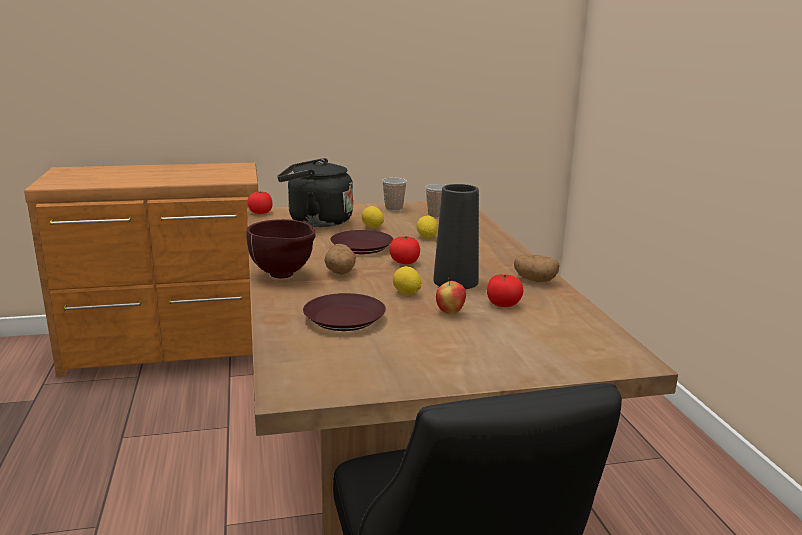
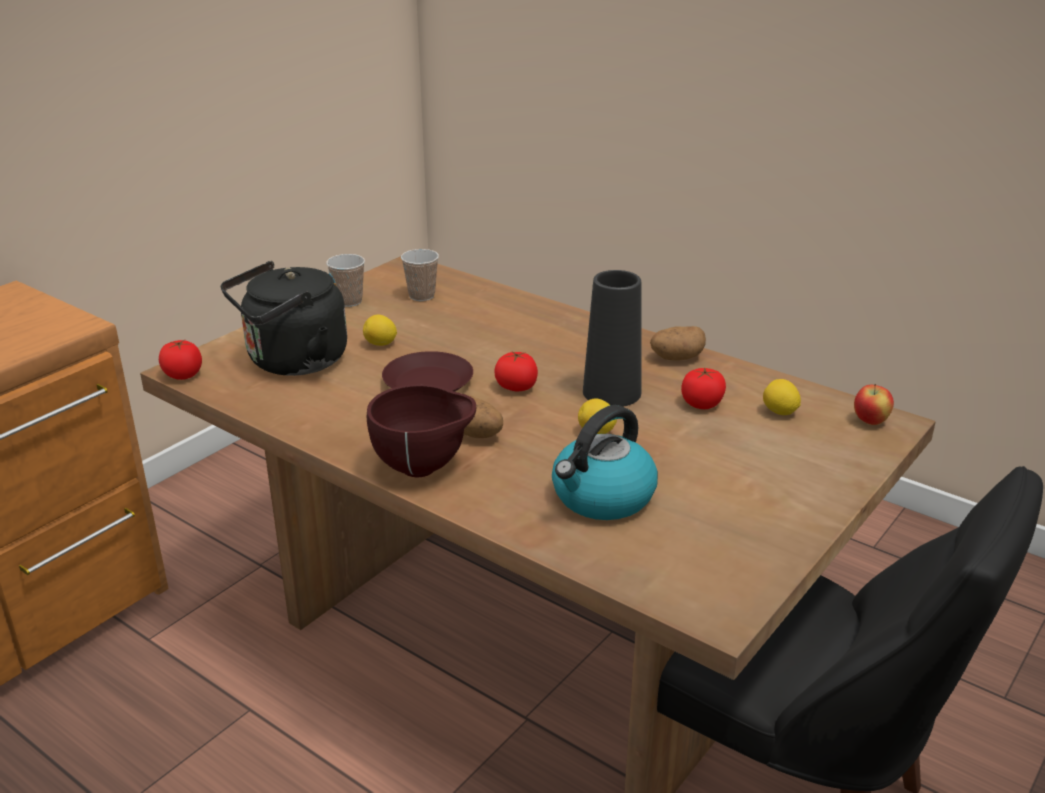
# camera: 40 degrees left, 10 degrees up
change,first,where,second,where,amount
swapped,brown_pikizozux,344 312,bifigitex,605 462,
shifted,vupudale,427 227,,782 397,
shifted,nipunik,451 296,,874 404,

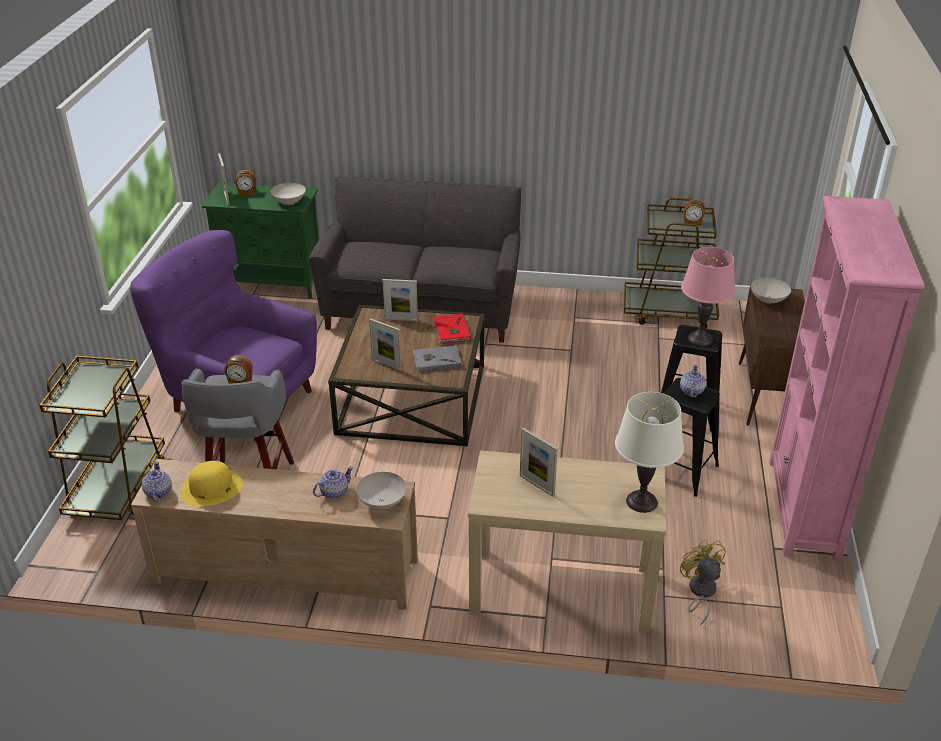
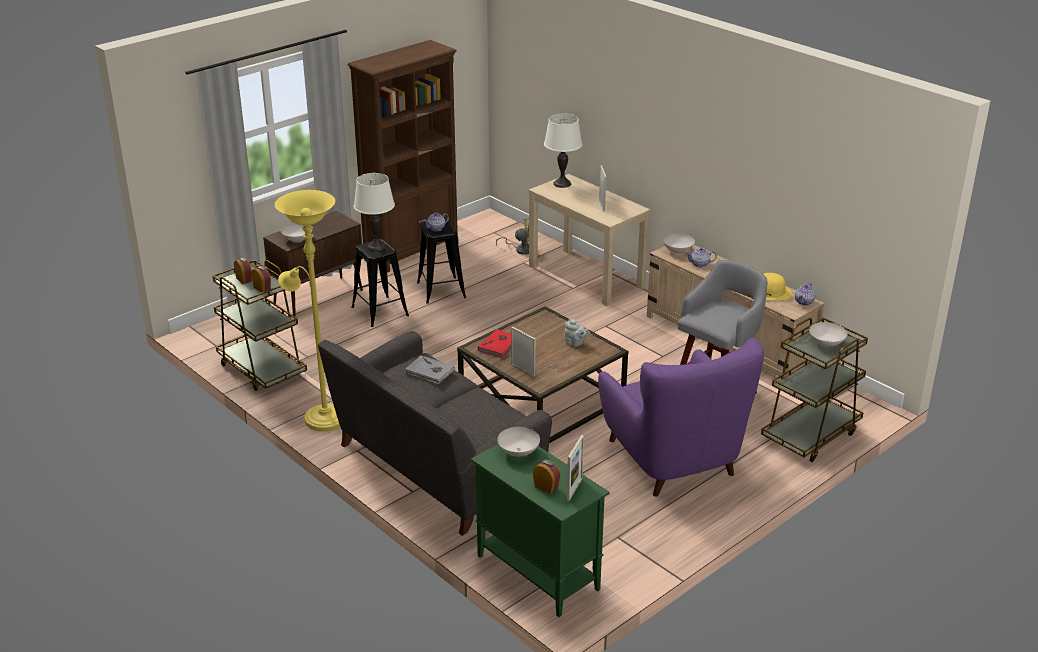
# camera: 140 degrees left, 5 degrees down
change,first,where,second,where,amount
shifted,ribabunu,238 369,,261 279,
new,,,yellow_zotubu,307 310,
repainted,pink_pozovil,846 379,brown_pozovil,403 156,
repainted,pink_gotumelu,708 296,white_gotumelu,374 212,
shifted,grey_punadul,437 358,,430 370,
rotated,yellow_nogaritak,703 582,,512 236,120 degrees counterclockwise
swapped,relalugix,385 344,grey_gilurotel,577 333,
new,,,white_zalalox,828 334,

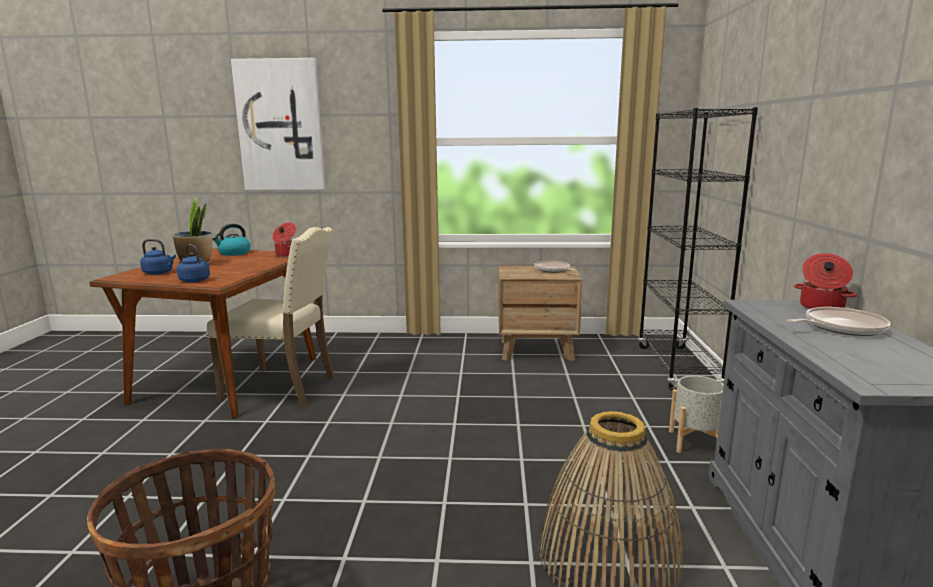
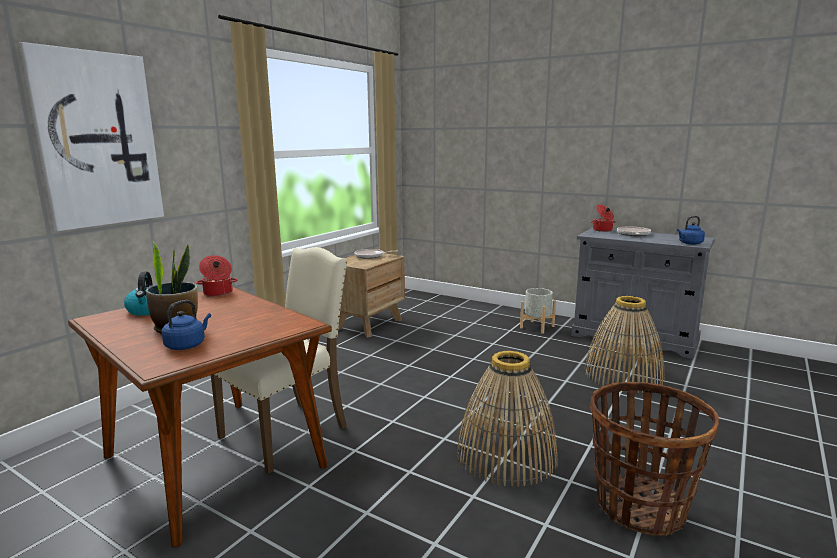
# camera: 60 degrees left, 0 degrees up
change,first,where,second,where,amount
new,,,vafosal,507 419,
shifted,blue_bifigitex,193 263,,691 230,
gone,black_pozovil,698 249,,,

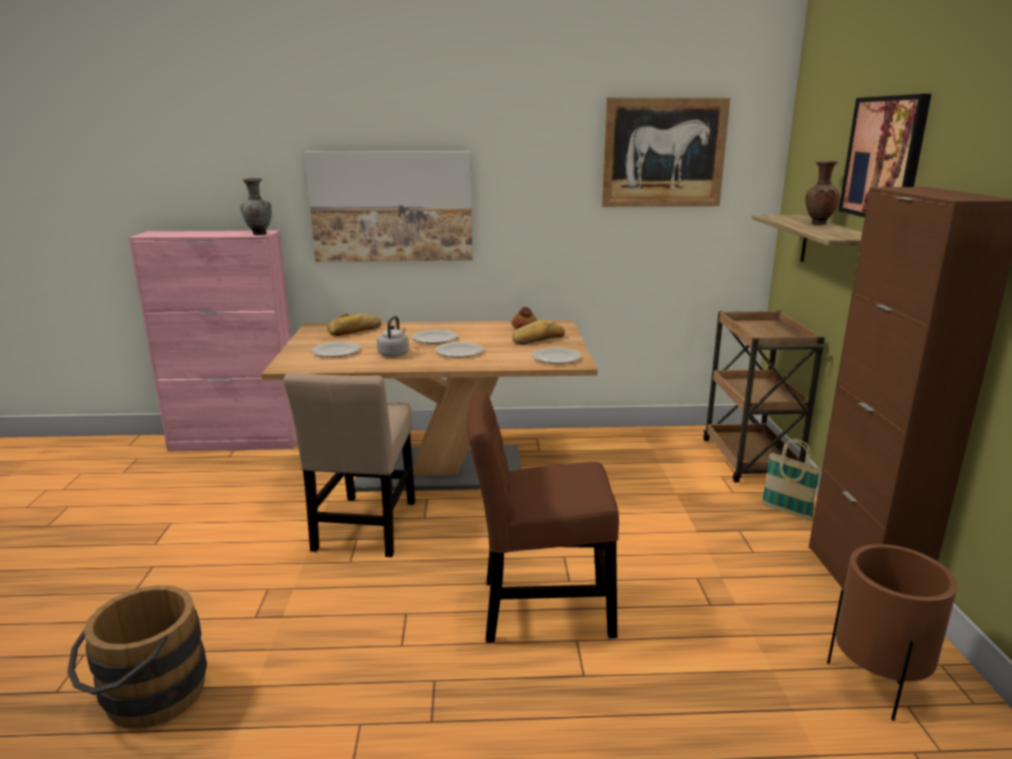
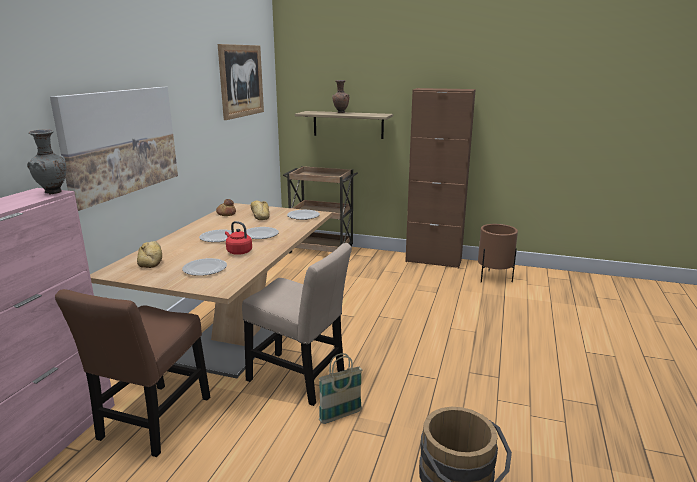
# camera: 70 degrees left, 0 degrees up
change,first,where,second,where,amount
shifted,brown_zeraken,542 516,,132 373,
repainted,grey_bifigitex,393 336,red_bifigitex,238 238,
shifted,vafosal,791 479,,340 388,
gone,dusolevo,885 156,,,

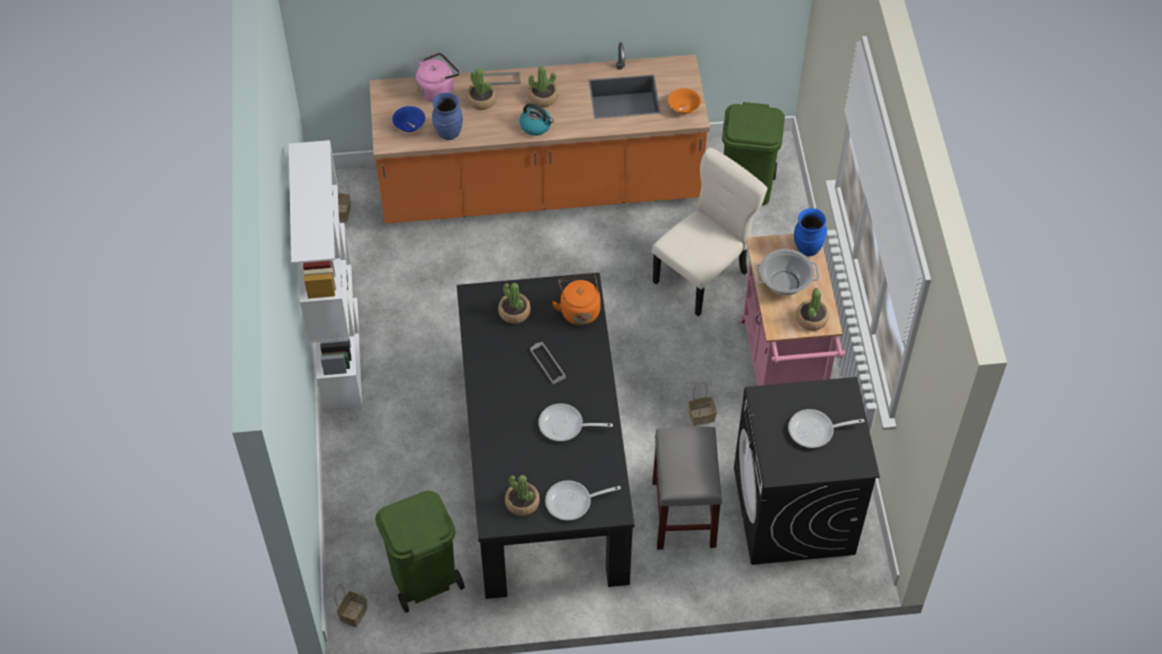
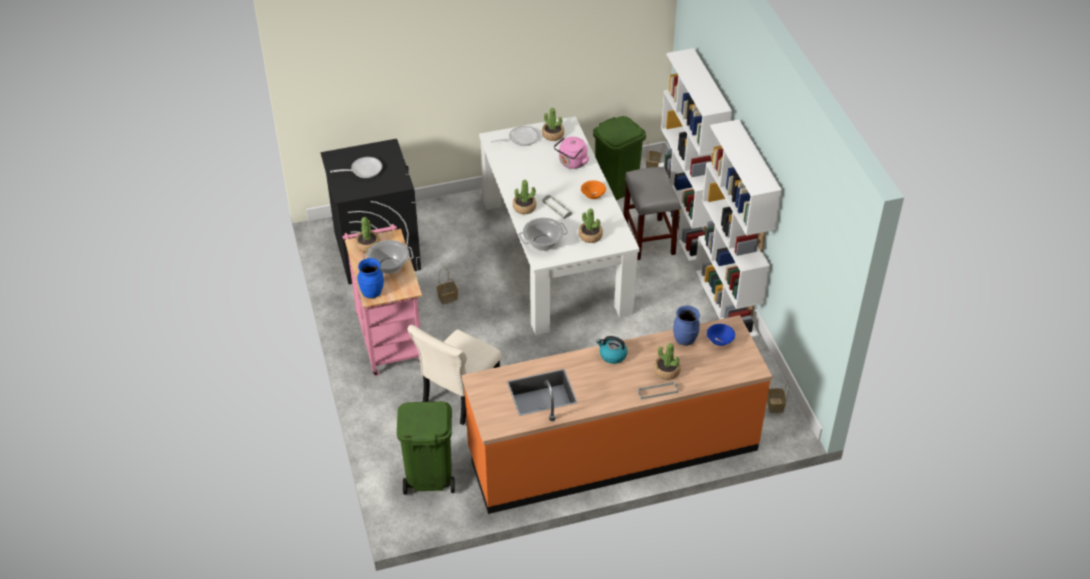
# camera: 170 degrees right, 10 degrees down
change,first,where,second,where,amount
repainted,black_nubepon,546 436,white_nubepon,559 225,
shifted,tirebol,543 86,,524 197,
swapped,orange_bifigitex,576 299,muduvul,543 234,
shifted,pink_bifigitex,438 77,,571 153,
shifted,orange_zalalox,684 101,,593 189,
shifted,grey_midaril,687 488,,651 213,
new,,,white_pozovil,695 155,
gone,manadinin,575 422,,,

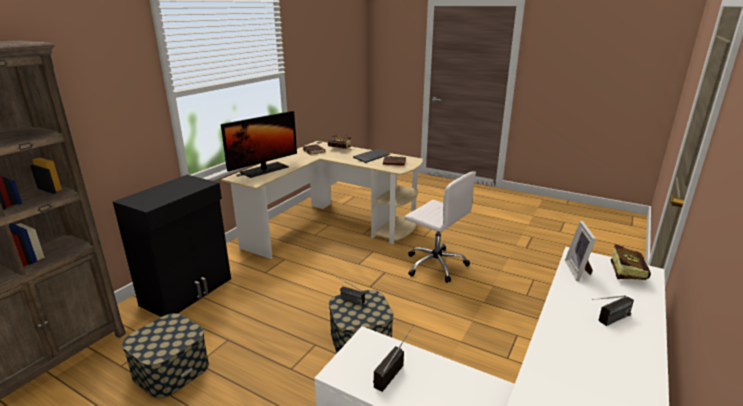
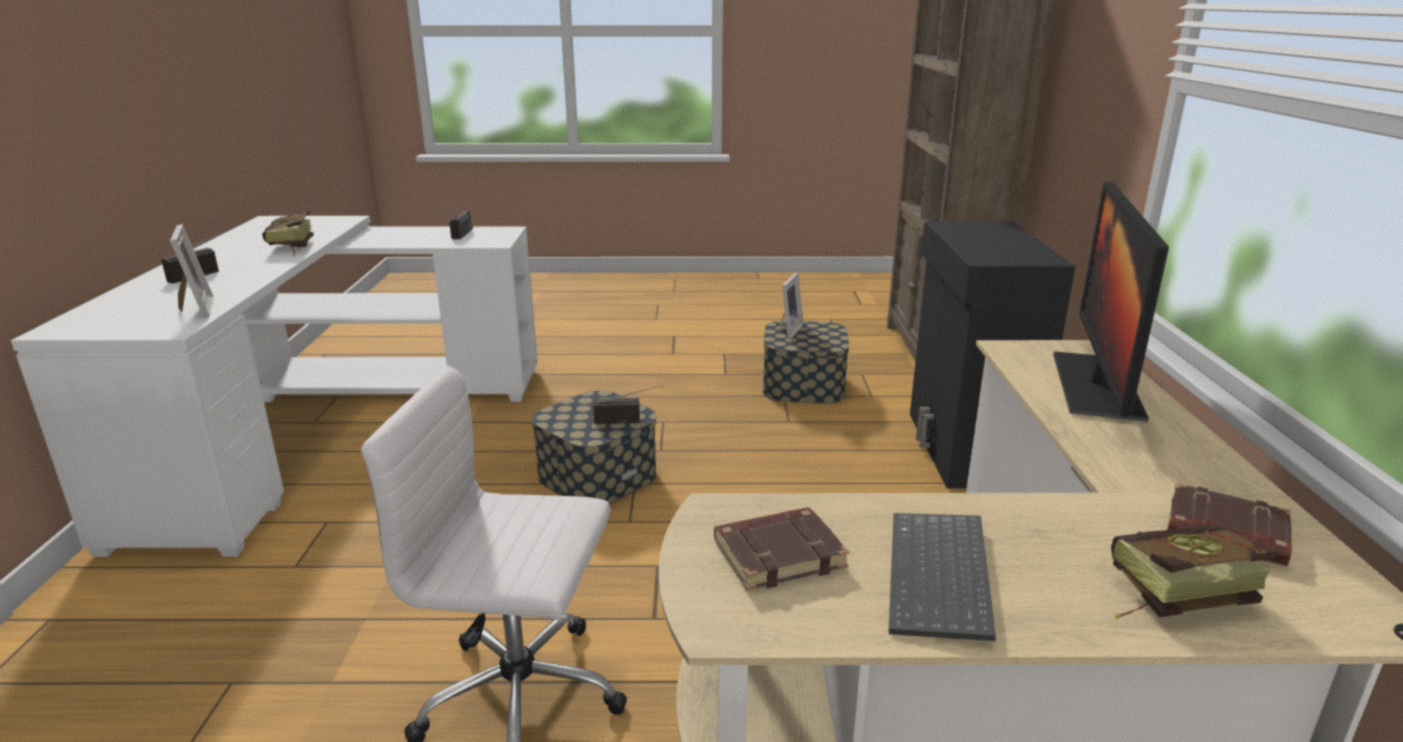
# camera: 150 degrees right, 0 degrees up
change,first,where,second,where,amount
shifted,punadul,631 262,,288 232,
new,,,relalugix,791 306,

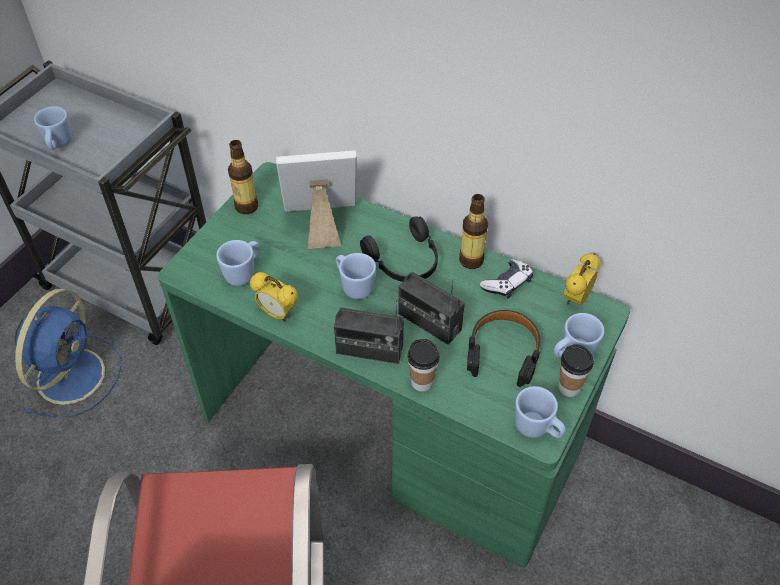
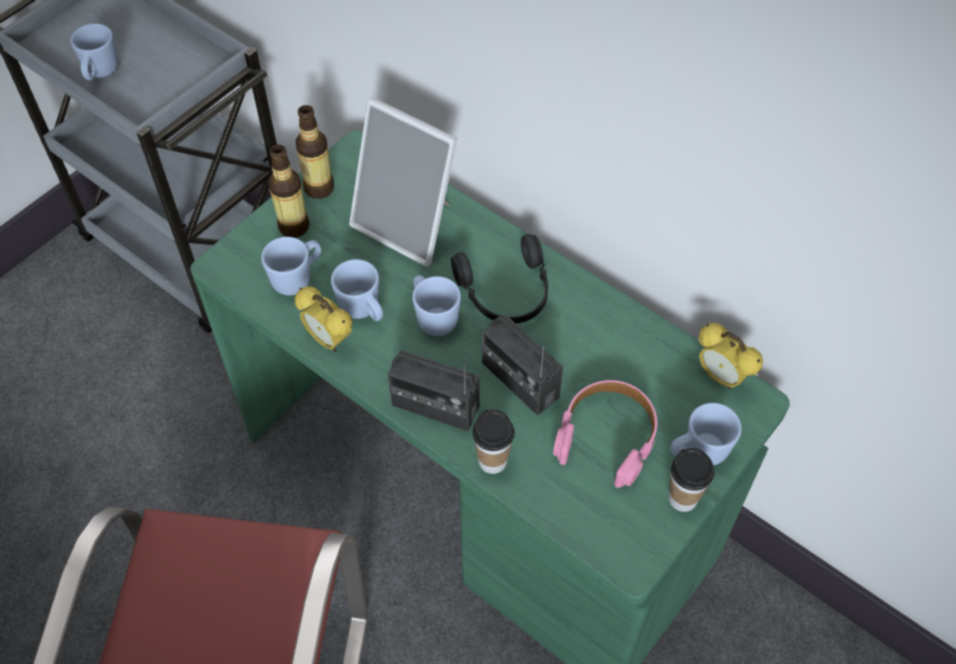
# camera: 10 degrees right, 5 degrees up
change,first,where,second,where,amount
shifted,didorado,473 231,,288 191,
shifted,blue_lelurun,540 412,,357 290,
rotated,relalugix,316 199,,403 181,150 degrees counterclockwise
repainted,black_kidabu,504 348,pink_kidabu,605 434,
rotated,ribabunu,582 279,,731 356,90 degrees counterclockwise
gone,blue_nogaritak,68 353,,,
gone,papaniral,506 279,,,

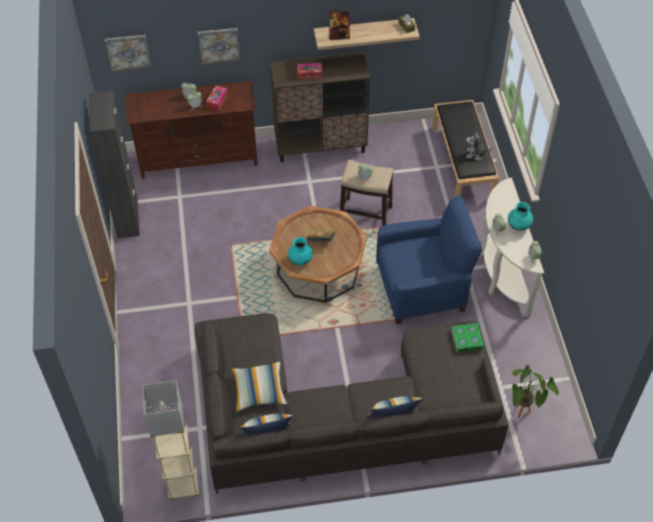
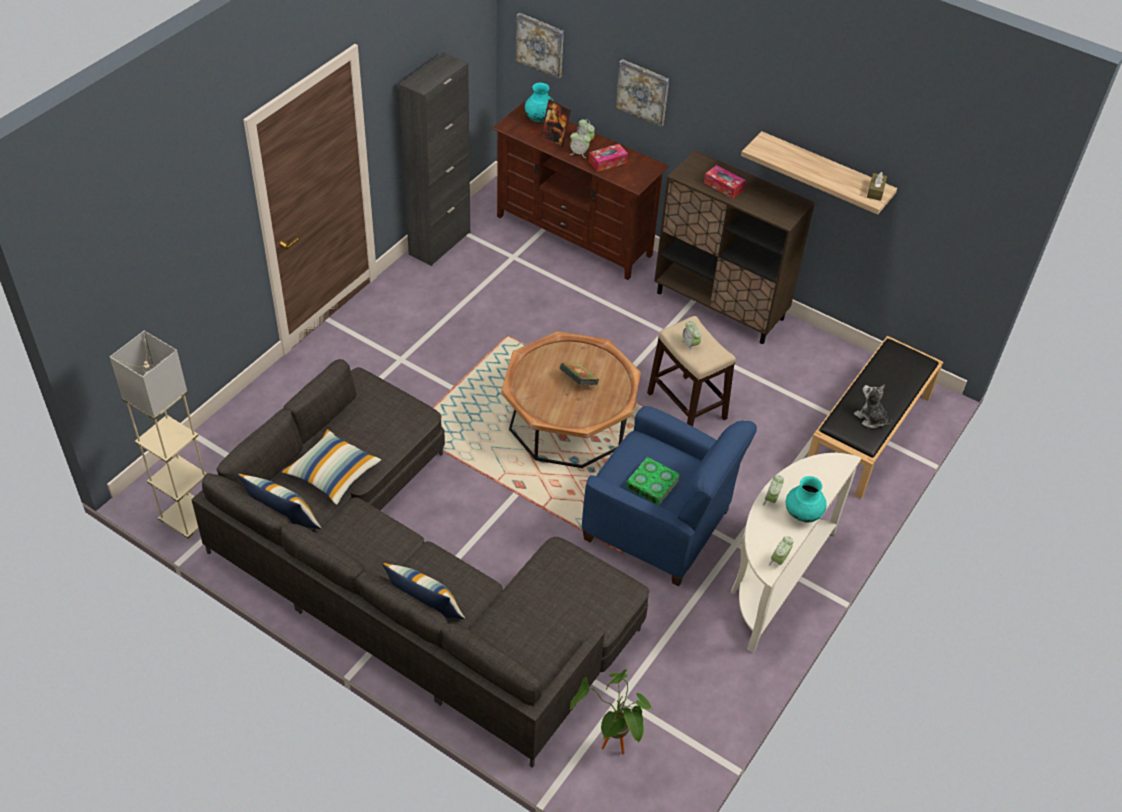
# camera: 40 degrees right, 5 degrees down
change,first,where,second,where,amount
shifted,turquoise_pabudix,300 251,,539 102,
shifted,relalugix,339 25,,556 123,
shifted,punadul,467 338,,653 481,

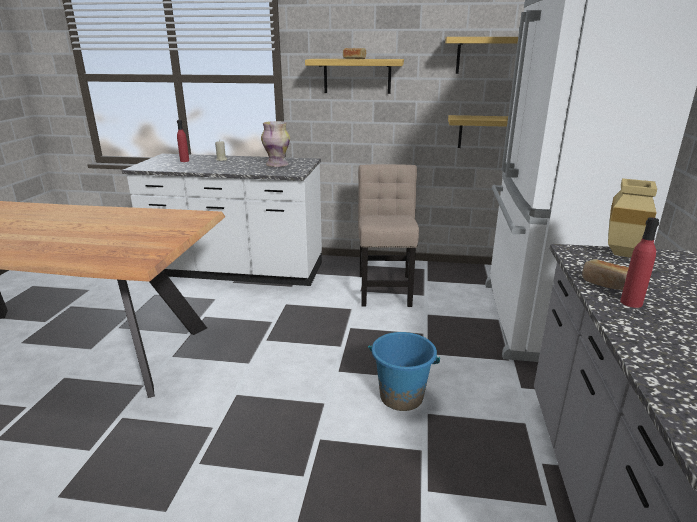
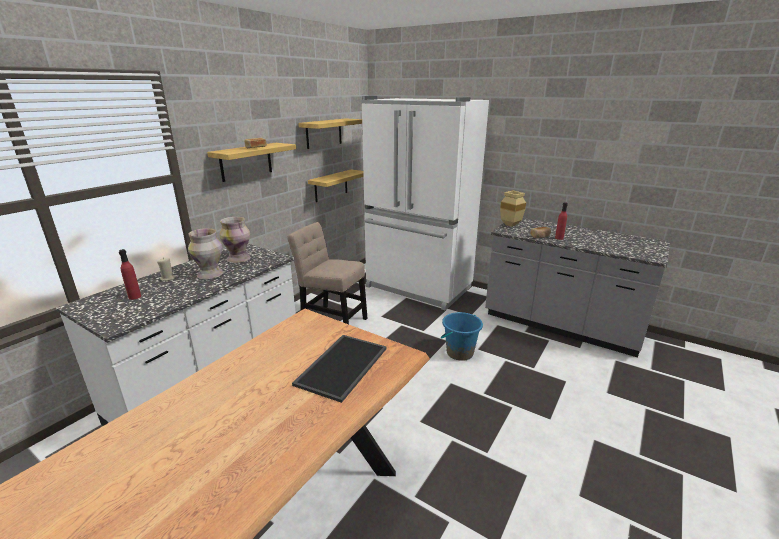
# camera: 65 degrees left, 0 degrees up
change,first,where,second,where,amount
new,,,pabudix,205 253,
new,,,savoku,339 369,

